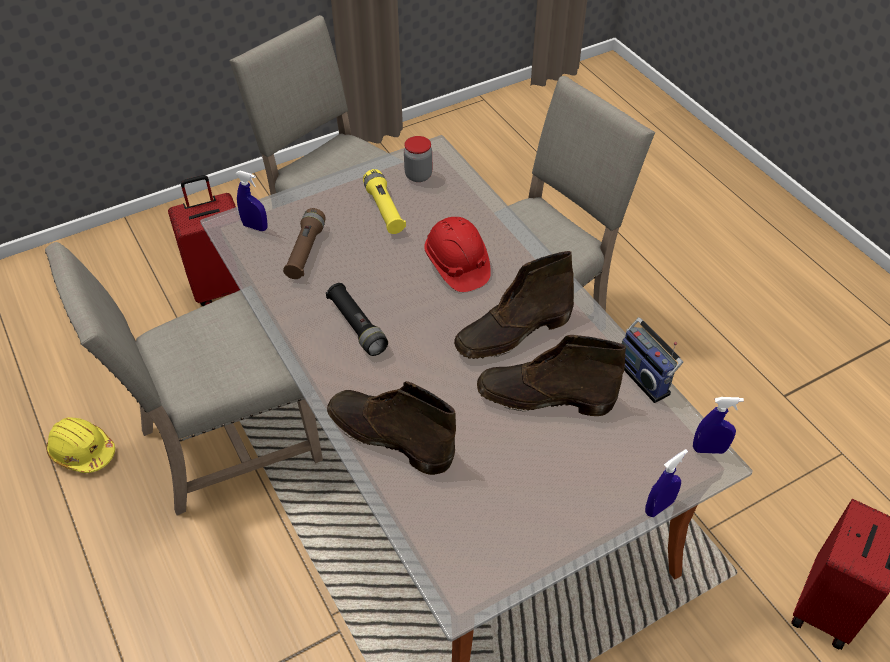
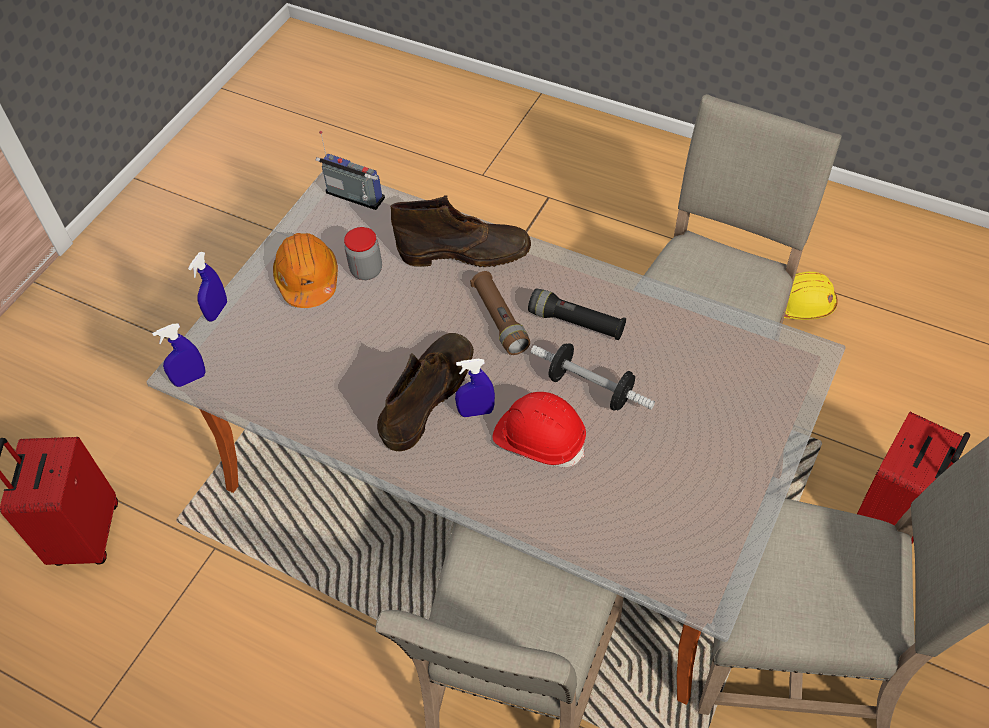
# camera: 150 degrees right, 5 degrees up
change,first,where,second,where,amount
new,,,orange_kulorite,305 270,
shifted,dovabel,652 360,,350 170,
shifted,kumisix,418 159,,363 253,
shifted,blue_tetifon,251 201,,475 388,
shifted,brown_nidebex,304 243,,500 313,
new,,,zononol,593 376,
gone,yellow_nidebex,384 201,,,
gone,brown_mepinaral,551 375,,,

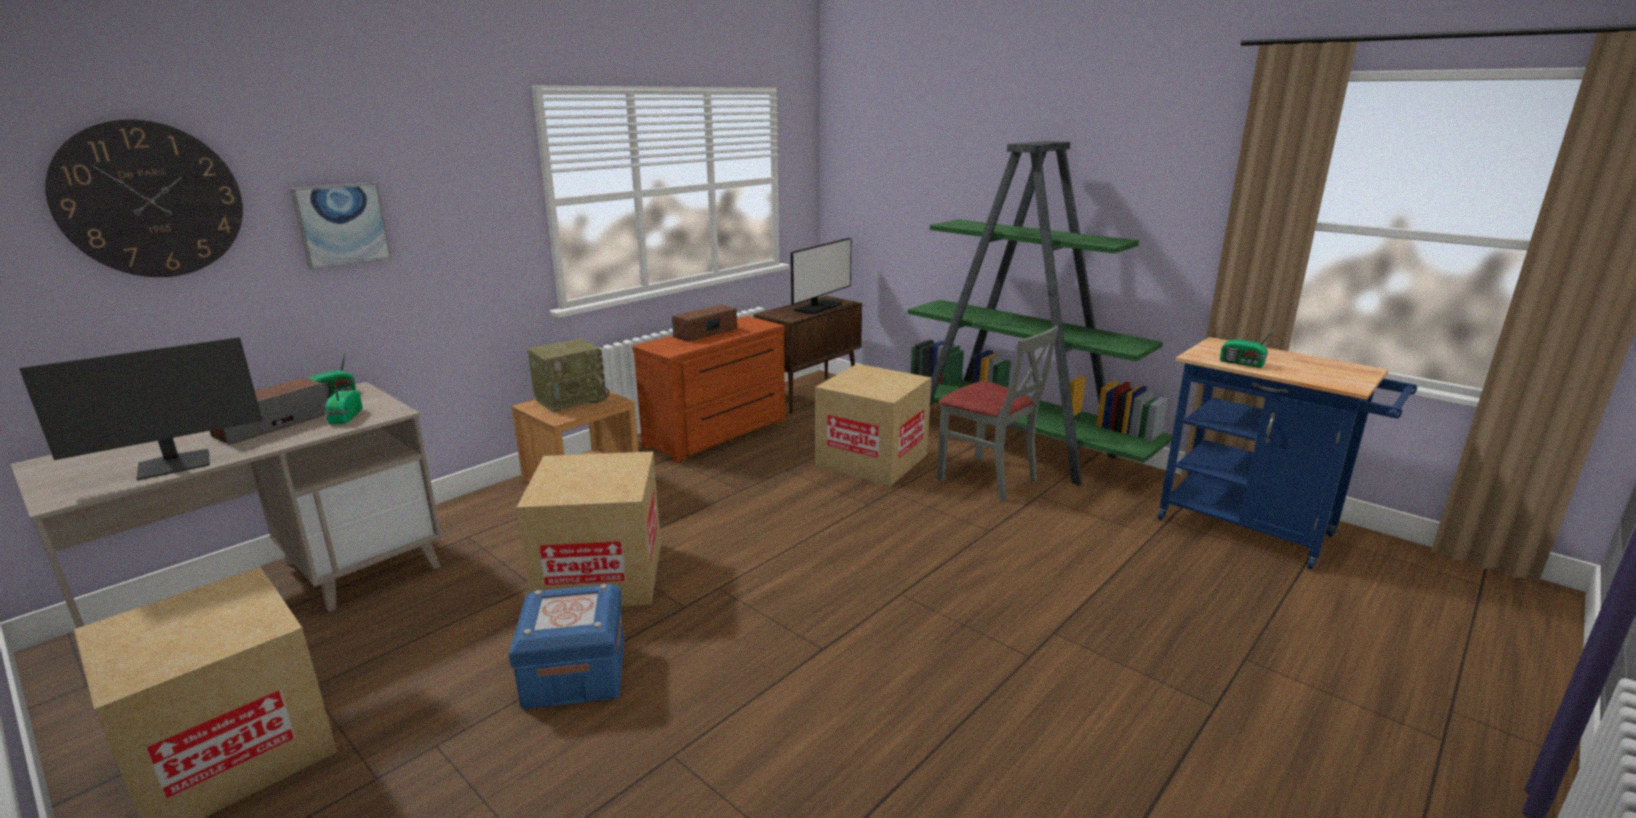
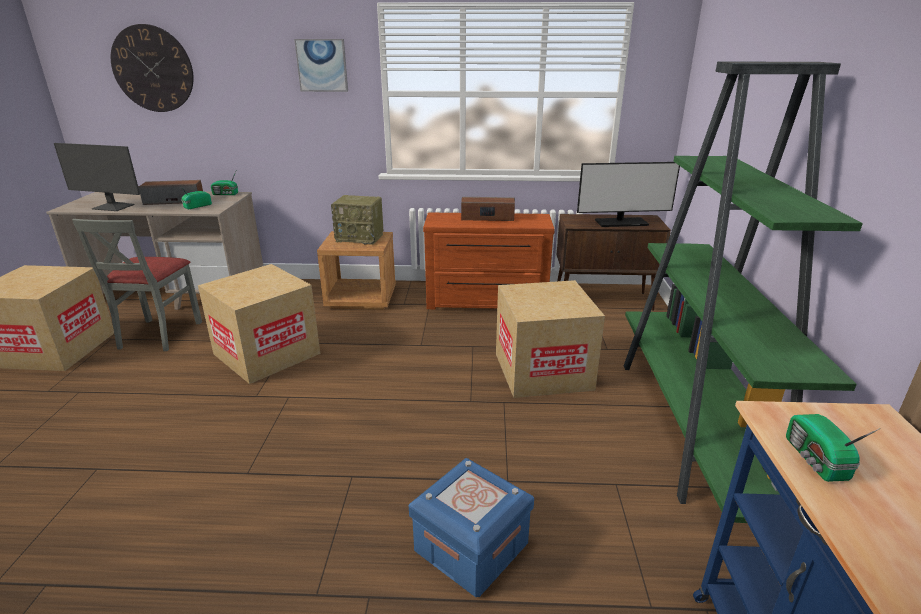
# camera: 50 degrees right, 5 degrees up
change,first,where,second,where,amount
shifted,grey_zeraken,998 413,,137 285,
shifted,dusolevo,341 226,,321 65,
shifted,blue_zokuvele,566 646,,471 527,

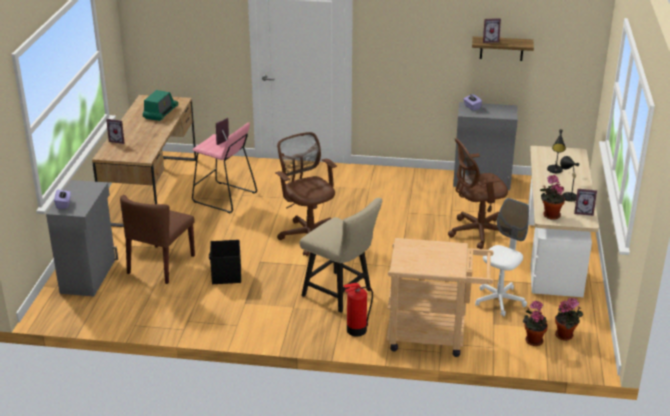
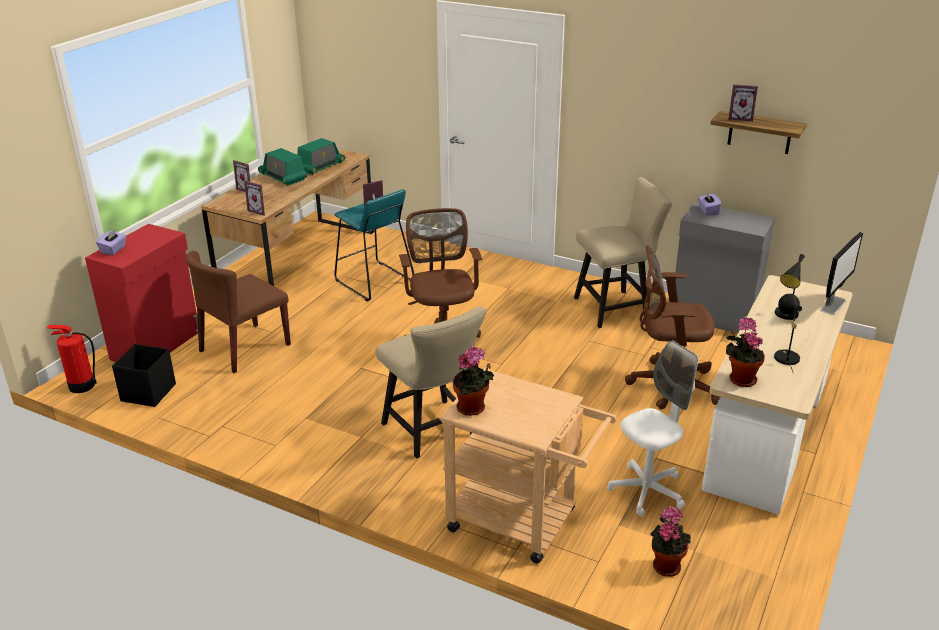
# camera: 20 degrees right, 0 degrees up
change,first,where,second,where,amount
shifted,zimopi,358 310,,72 359,
repainted,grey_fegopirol,82 238,red_fegopirol,141 293,
shifted,black_zokuvele,225 262,,144 375,
shifted,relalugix,585 202,,254 198,
new,,,dovabel,282 167,
repainted,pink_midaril,224 168,turquoise_midaril,374 245,
shifted,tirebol,569 319,,473 381,
new,,,beige_zeraken,623 252,
new,,,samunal,842 273,

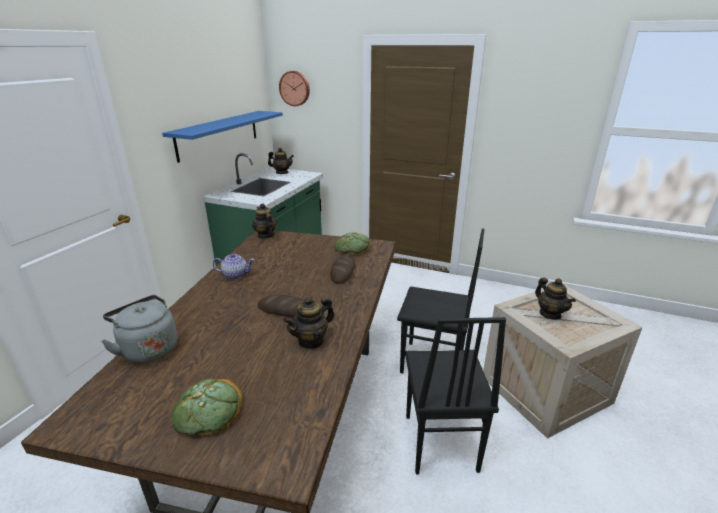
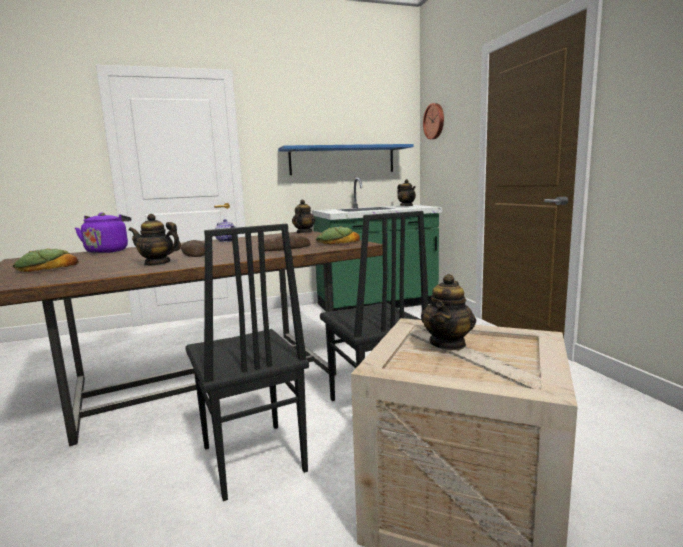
# camera: 50 degrees right, 15 degrees down
change,first,where,second,where,amount
repainted,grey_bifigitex,139 329,purple_bifigitex,103 233,
rotated,black_zeraken,455 395,,247 362,75 degrees counterclockwise

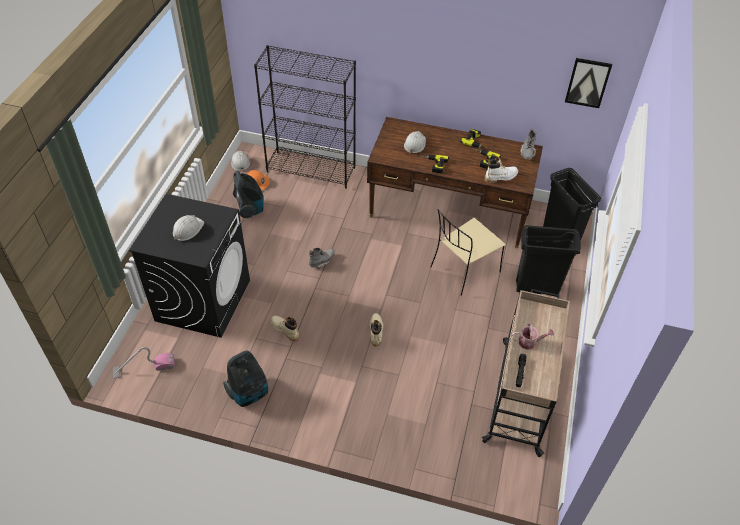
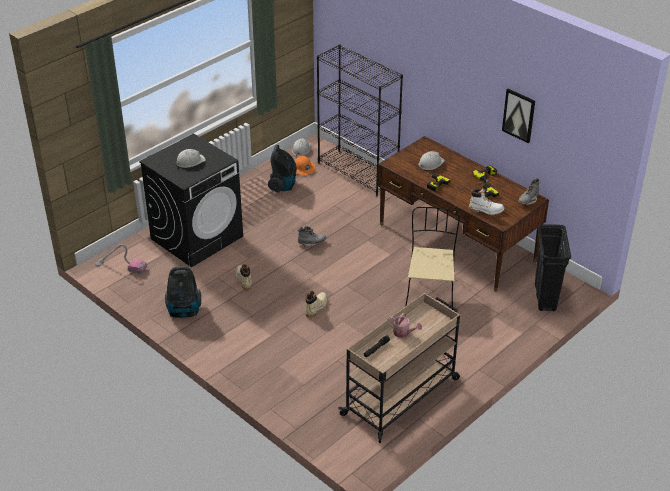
# camera: 30 degrees right, 10 degrees down
change,first,where,second,where,amount
rotated,beige_zeraken,468 252,,432 258,105 degrees clockwise
shifted,dusolevo,588 83,,518 115,
gone,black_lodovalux,548 260,,,

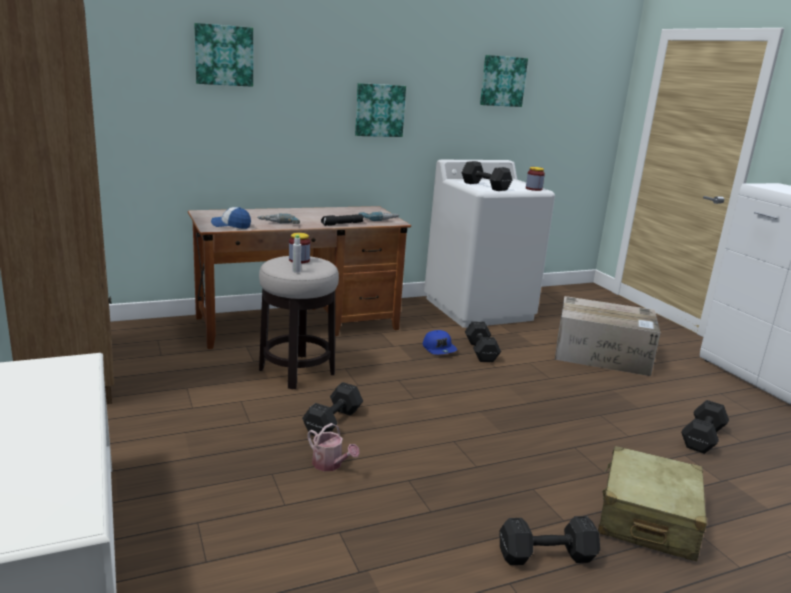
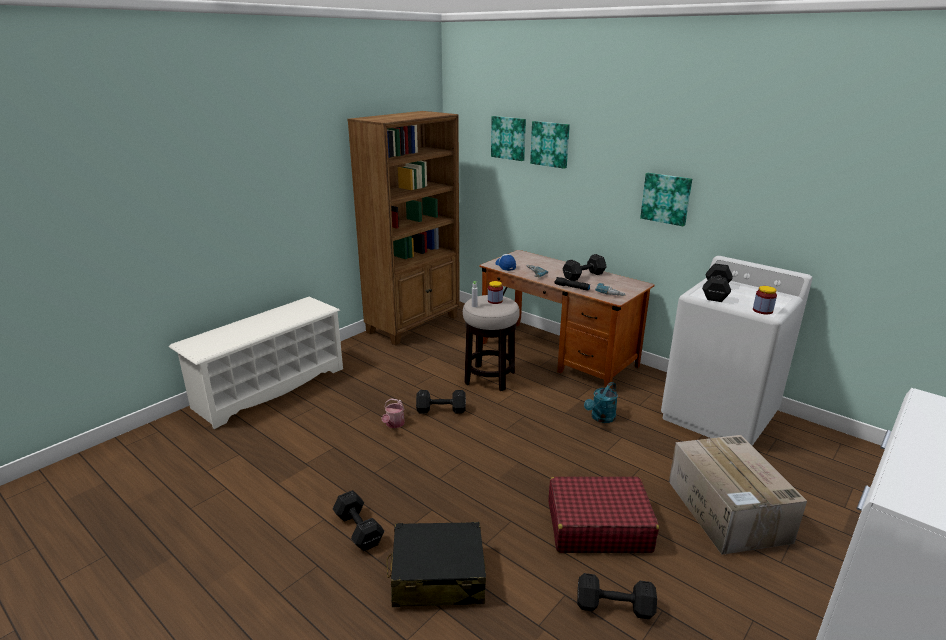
# camera: 65 degrees right, 5 degrees up
change,first,where,second,where,amount
repainted,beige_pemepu,652 503,black_pemepu,436 564,
shifted,dusolevo,504 81,,508 138,
new,,,red_pemepu,603 515,
shifted,black_zononol,483 341,,584 267,
swapped,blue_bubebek,440 342,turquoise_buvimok,601 402,

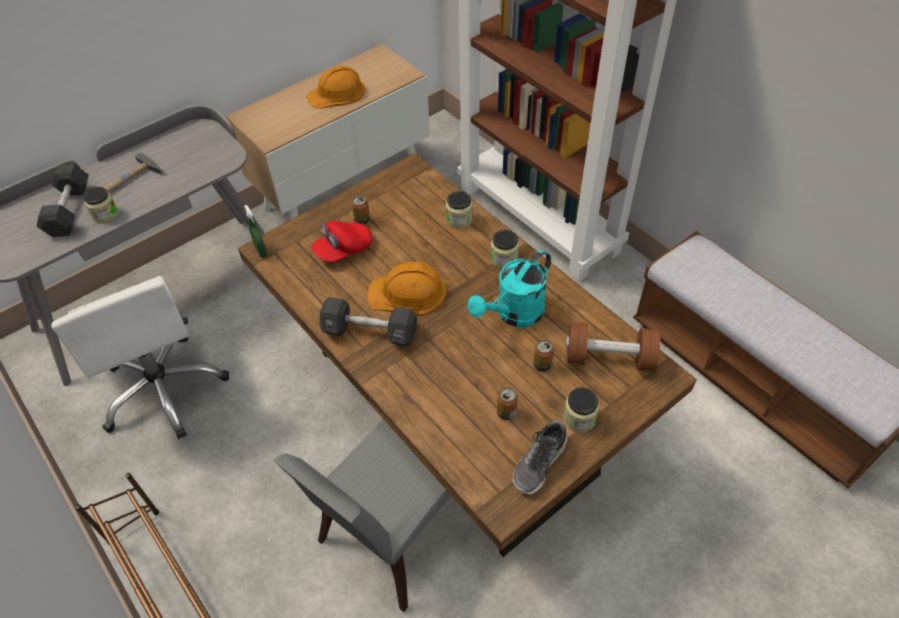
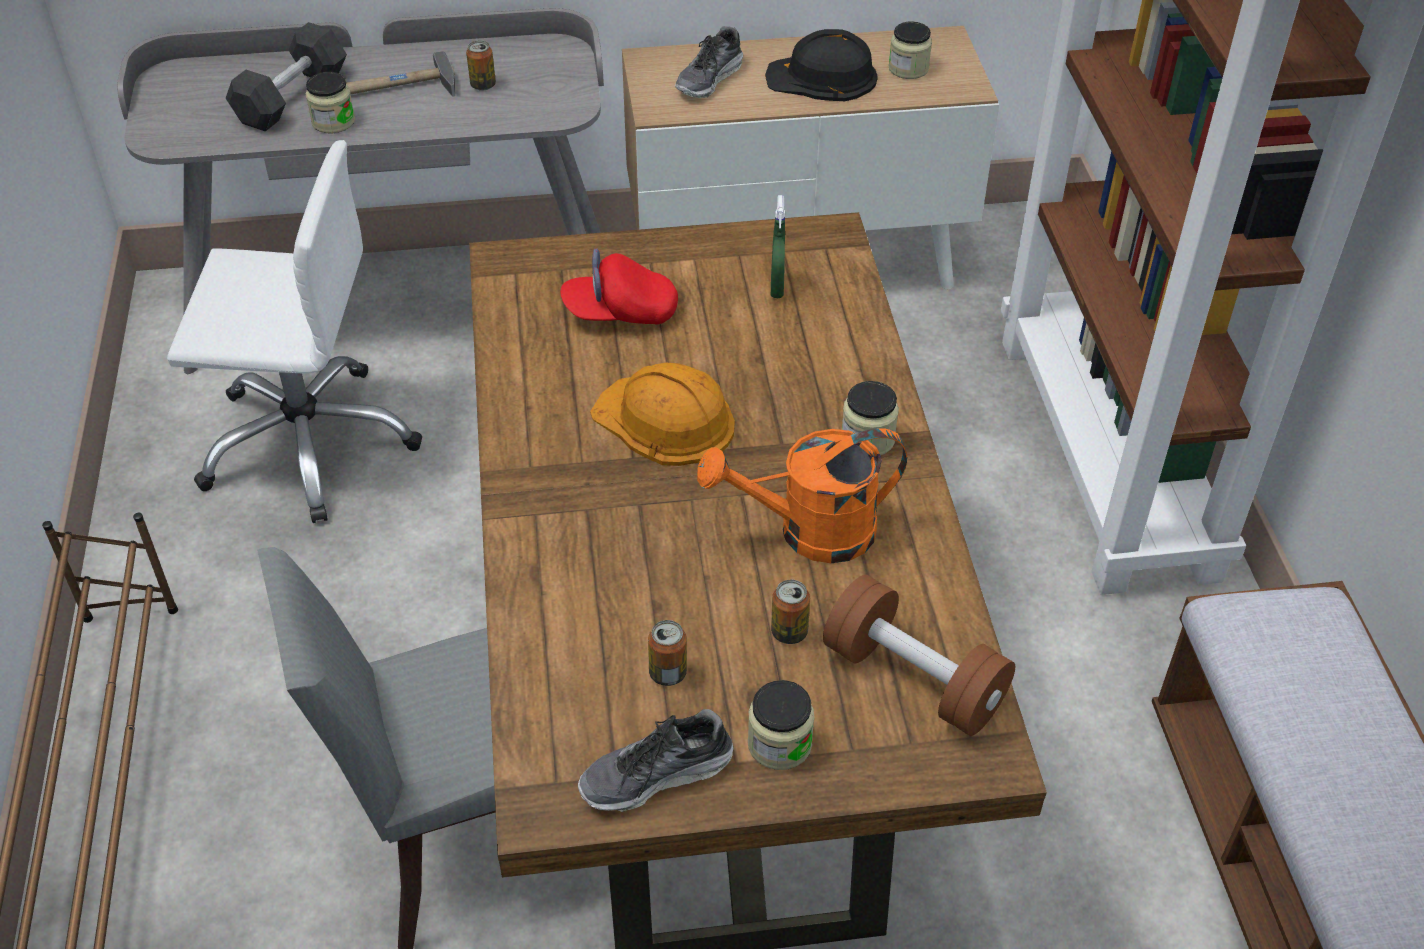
# camera: 30 degrees right, 5 degrees down
change,first,where,second,where,amount
rotated,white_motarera,140 357,,294 331,90 degrees counterclockwise
shifted,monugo,361 210,,481 65,
new,,,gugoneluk,709 62,
repainted,turquoise_buvimok,509 288,orange_buvimok,802 495,
repainted,orange_kulorite,335 87,black_kulorite,821 65,
shifted,green_tetifon,255 231,,778 246,
shifted,kumisix,459 209,,910 50,
gone,black_zononol,368 321,,,

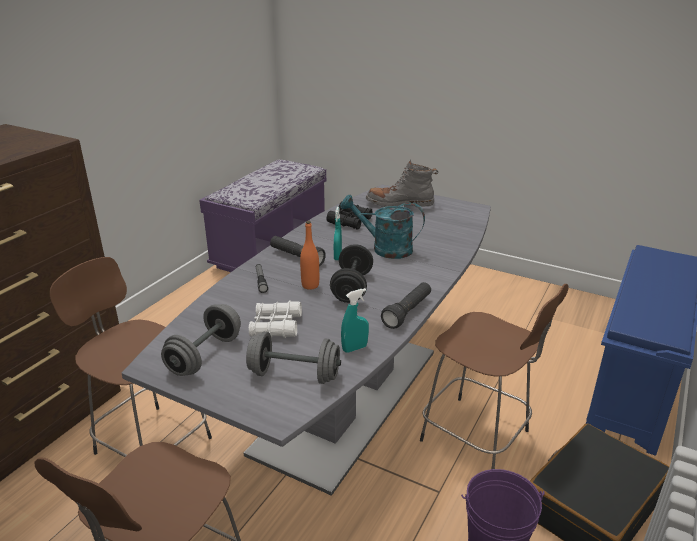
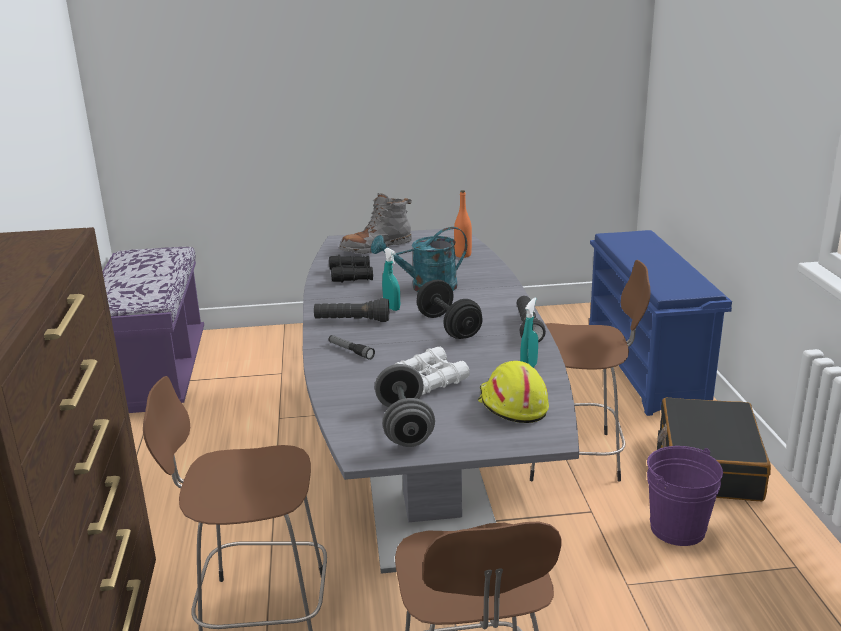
# camera: 35 degrees left, 5 degrees down
change,first,where,second,where,amount
shifted,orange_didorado,309 255,,463 224,
swapped,grey_zononol,293 358,yellow_kulorite,513 392,

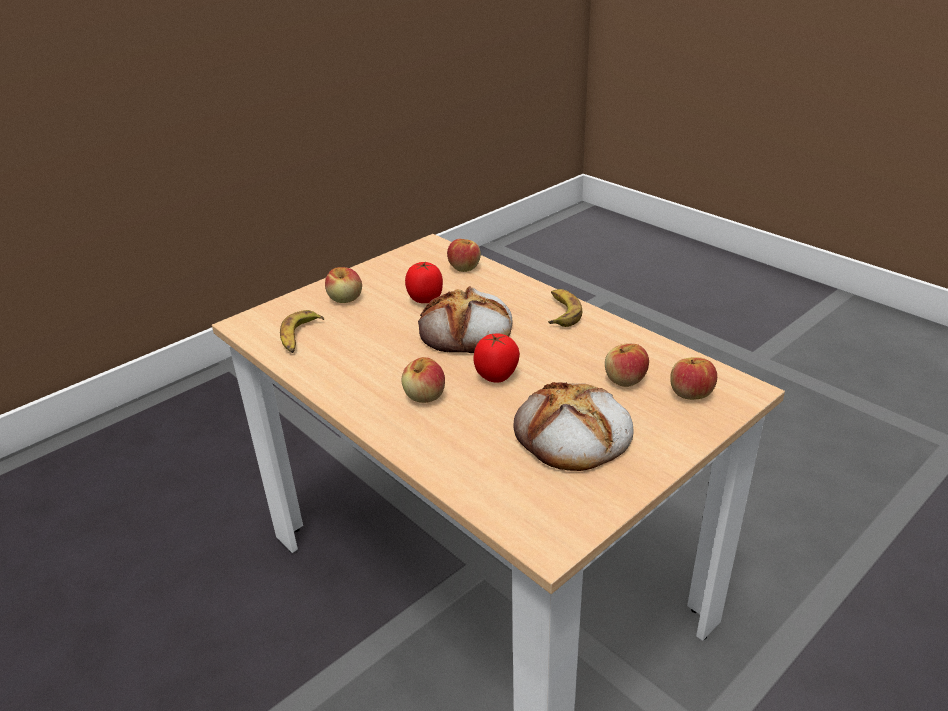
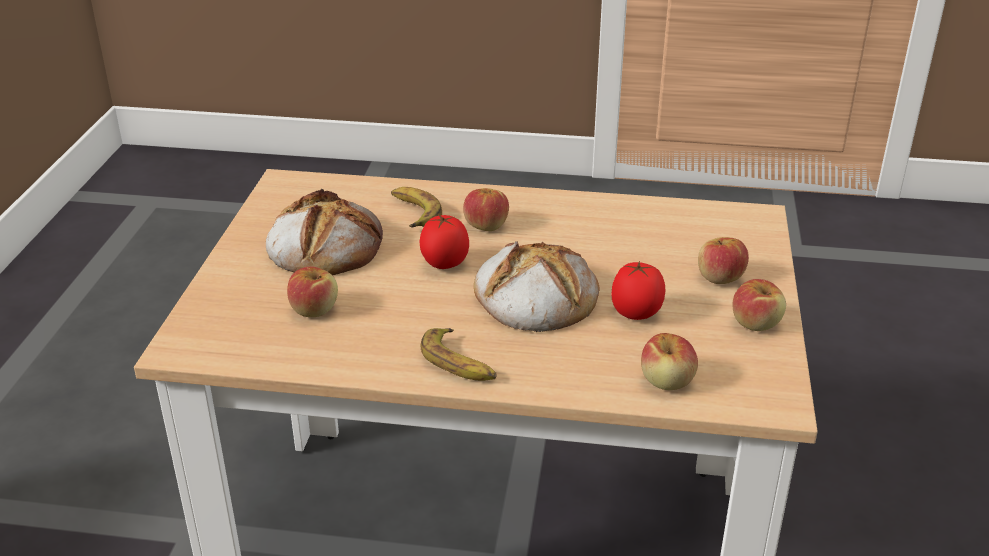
# camera: 140 degrees right, 0 degrees up
change,first,where,second,where,amount
shifted,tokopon,302 331,,416 207,
shifted,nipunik,693 378,,759 305,

